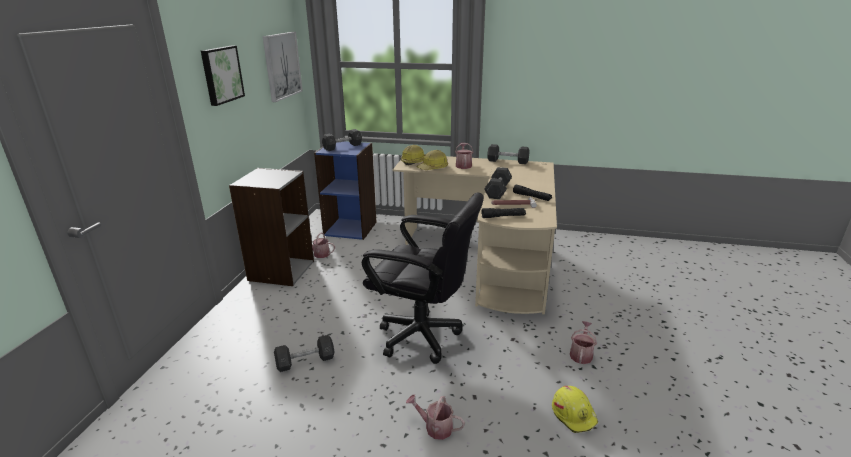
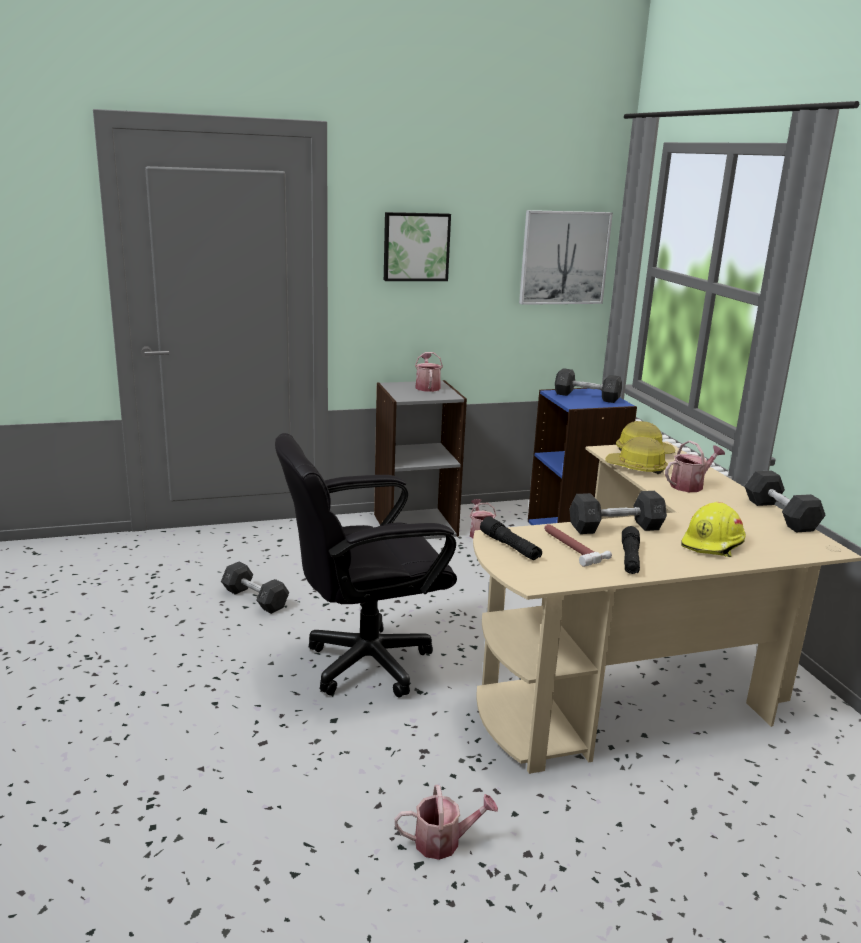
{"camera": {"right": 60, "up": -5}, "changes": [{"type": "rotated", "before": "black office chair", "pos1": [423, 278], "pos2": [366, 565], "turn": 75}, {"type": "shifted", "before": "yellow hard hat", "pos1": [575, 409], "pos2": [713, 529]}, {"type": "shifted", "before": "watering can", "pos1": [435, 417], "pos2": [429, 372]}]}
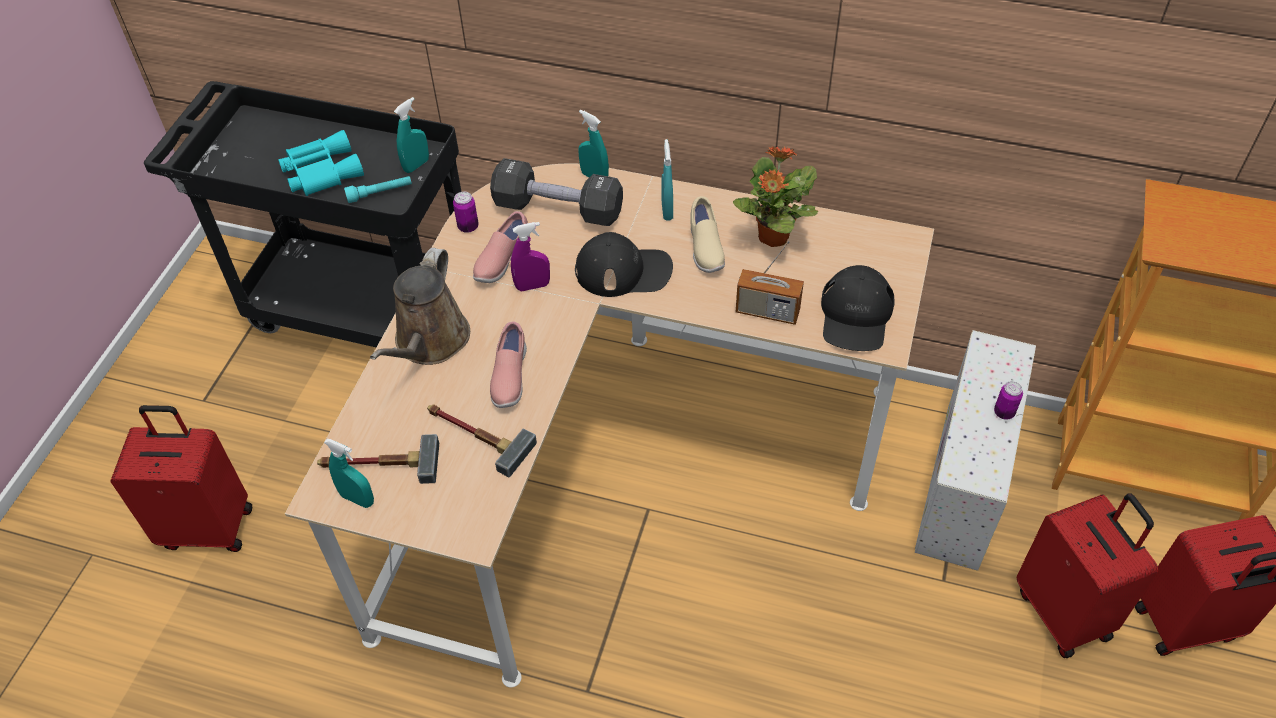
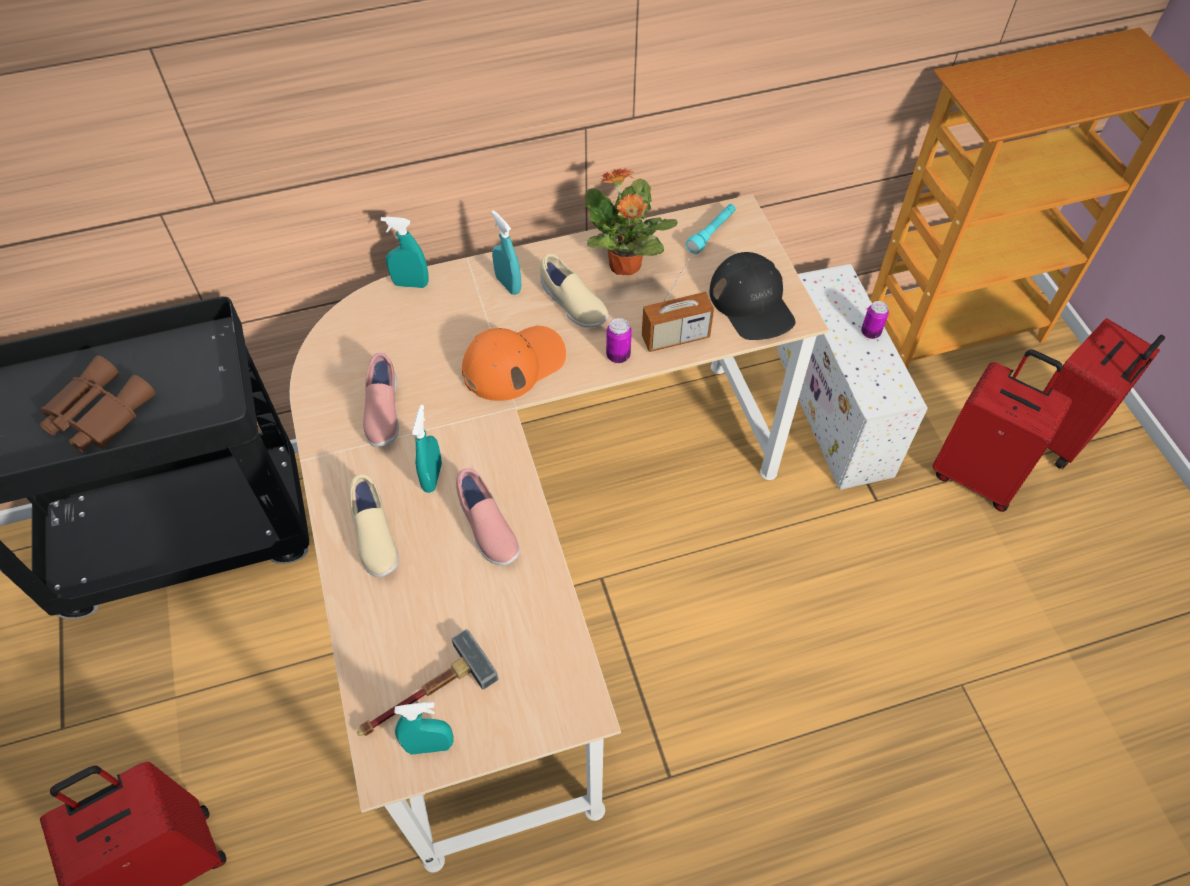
{"camera": {"right": -35, "up": 5}, "changes": [{"type": "shifted", "before": "turquoise spray bottle", "pos1": [411, 135], "pos2": [427, 449]}, {"type": "repainted", "before": "turquoise binoculars", "after": "brown binoculars", "pos1": [321, 163], "pos2": [97, 403]}, {"type": "gone", "before": "black dumbbell", "pos1": [556, 192]}, {"type": "shifted", "before": "turquoise flashlight", "pos1": [378, 189], "pos2": [711, 229]}, {"type": "shifted", "before": "can", "pos1": [466, 212], "pos2": [619, 340]}, {"type": "gone", "before": "purple spray bottle", "pos1": [530, 256]}, {"type": "repainted", "before": "black cap", "after": "orange cap", "pos1": [624, 264], "pos2": [514, 363]}, {"type": "swapped", "before": "brown watering can", "after": "beige shoe", "pos1": [420, 306], "pos2": [374, 525]}, {"type": "gone", "before": "hammer", "pos1": [482, 440]}]}
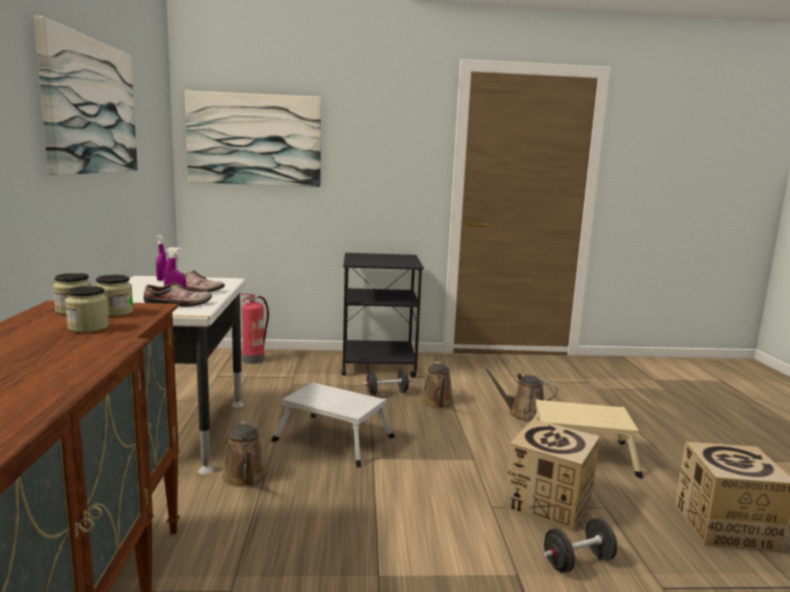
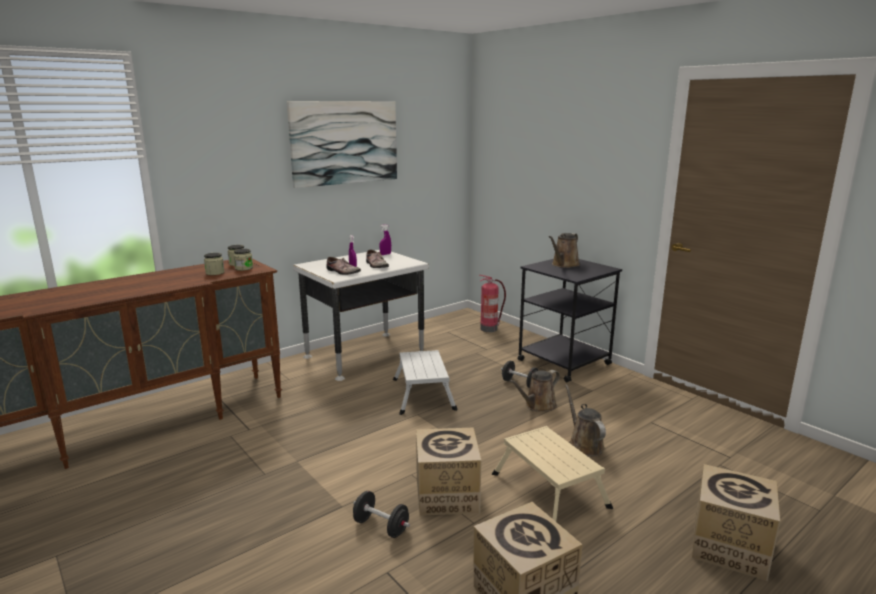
{"camera": {"right": 55, "up": 5}, "changes": [{"type": "gone", "before": "picture", "pos1": [253, 138]}, {"type": "shifted", "before": "brown watering can", "pos1": [245, 453], "pos2": [564, 250]}, {"type": "new", "after": "cardboard box", "pos2": [736, 522]}]}
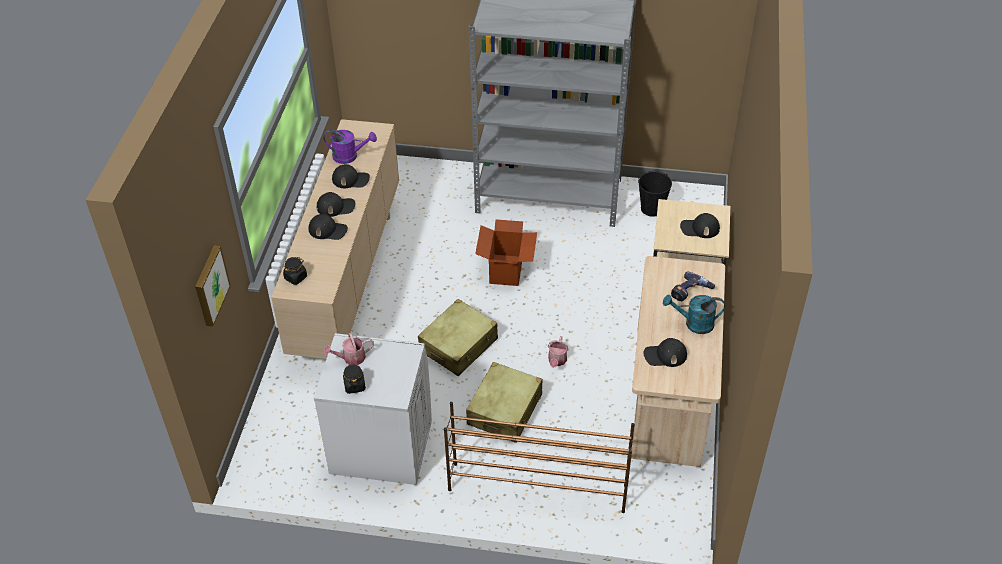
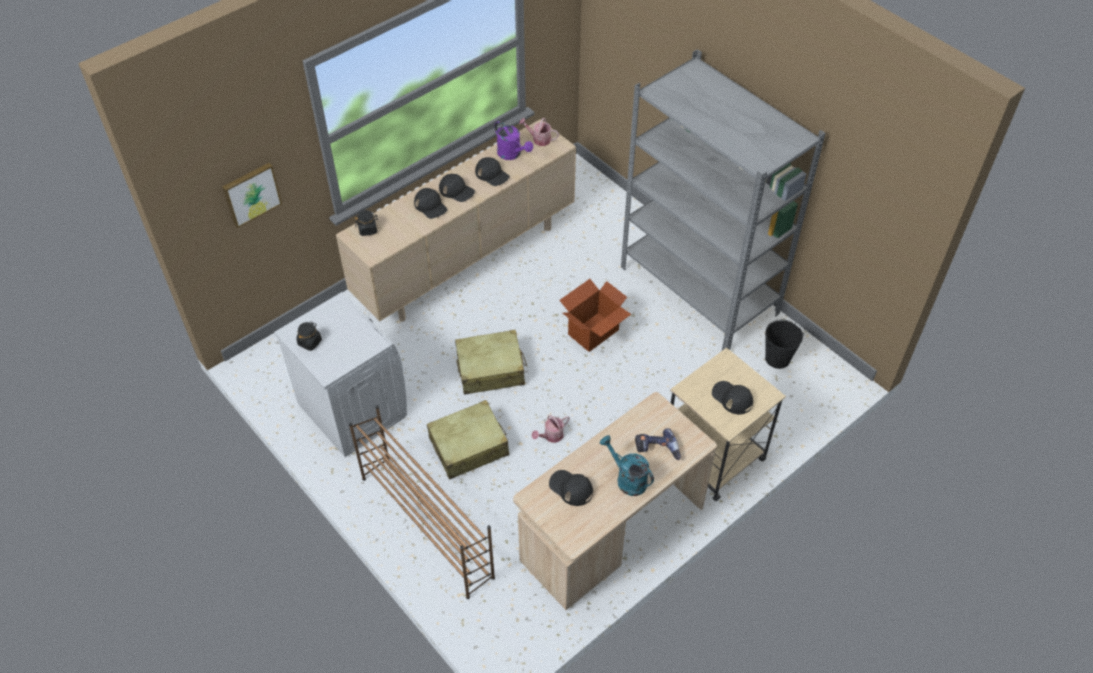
{"camera": {"right": 40, "up": 5}, "changes": [{"type": "shifted", "before": "watering can", "pos1": [349, 349], "pos2": [539, 132]}]}
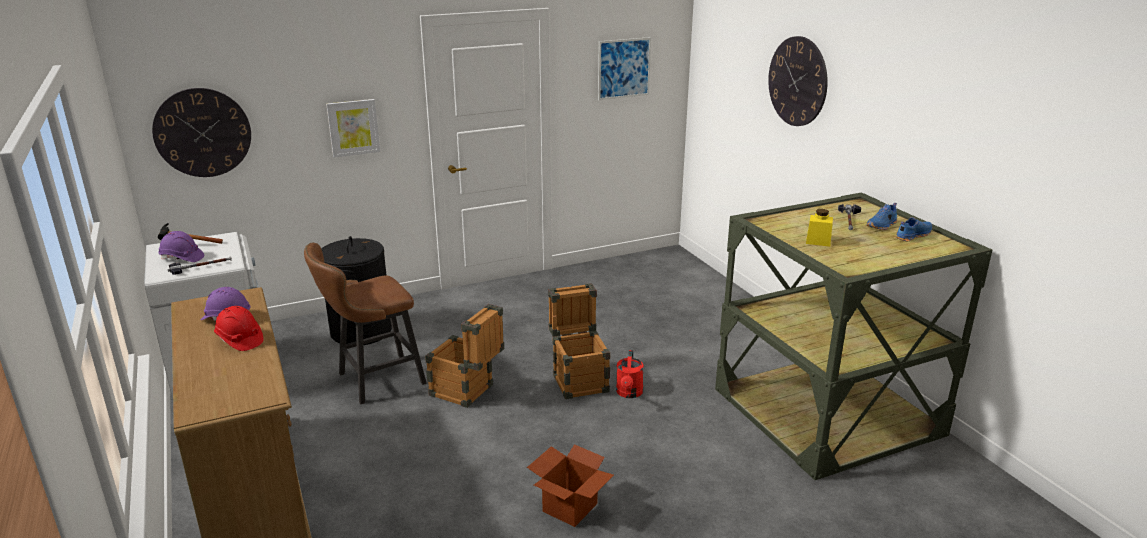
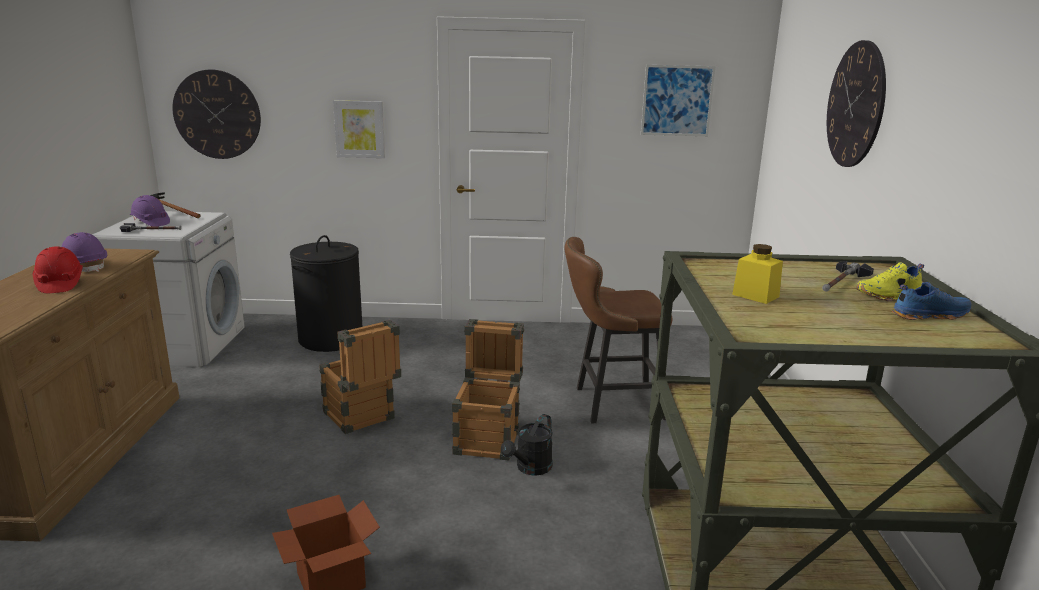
{"camera": {"right": 25, "up": -5}, "changes": [{"type": "repainted", "before": "blue shoe", "after": "yellow shoe", "pos1": [882, 216], "pos2": [890, 281]}, {"type": "shifted", "before": "brown stool", "pos1": [365, 323], "pos2": [618, 330]}, {"type": "repainted", "before": "red watering can", "after": "black watering can", "pos1": [630, 374], "pos2": [527, 445]}]}
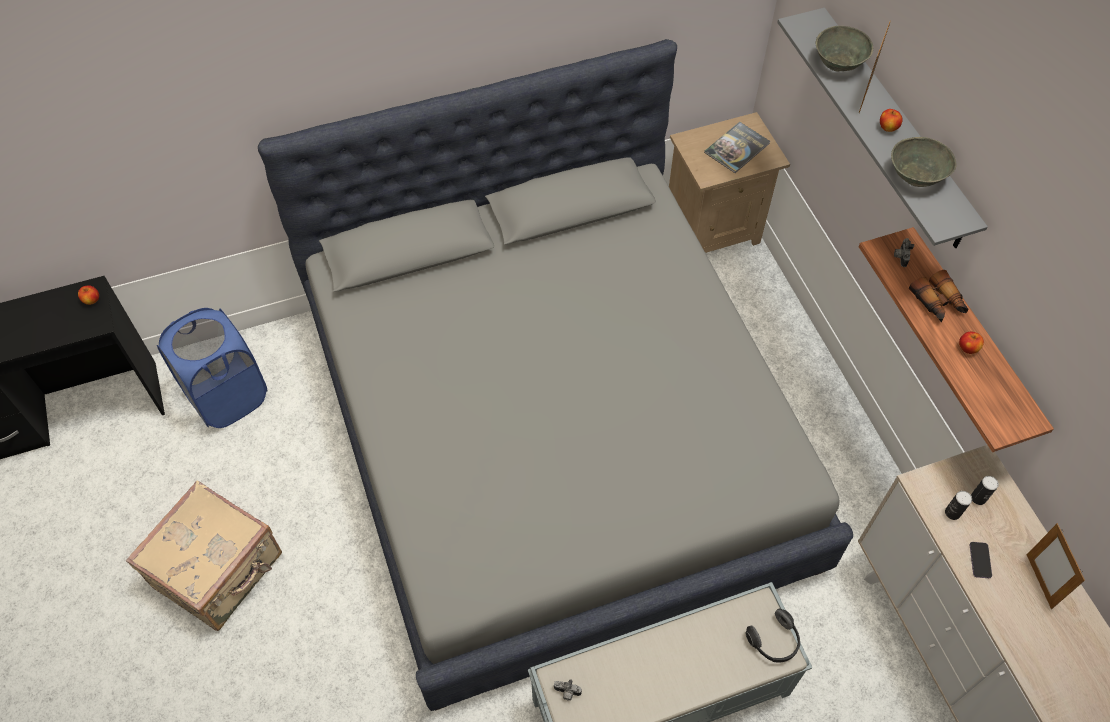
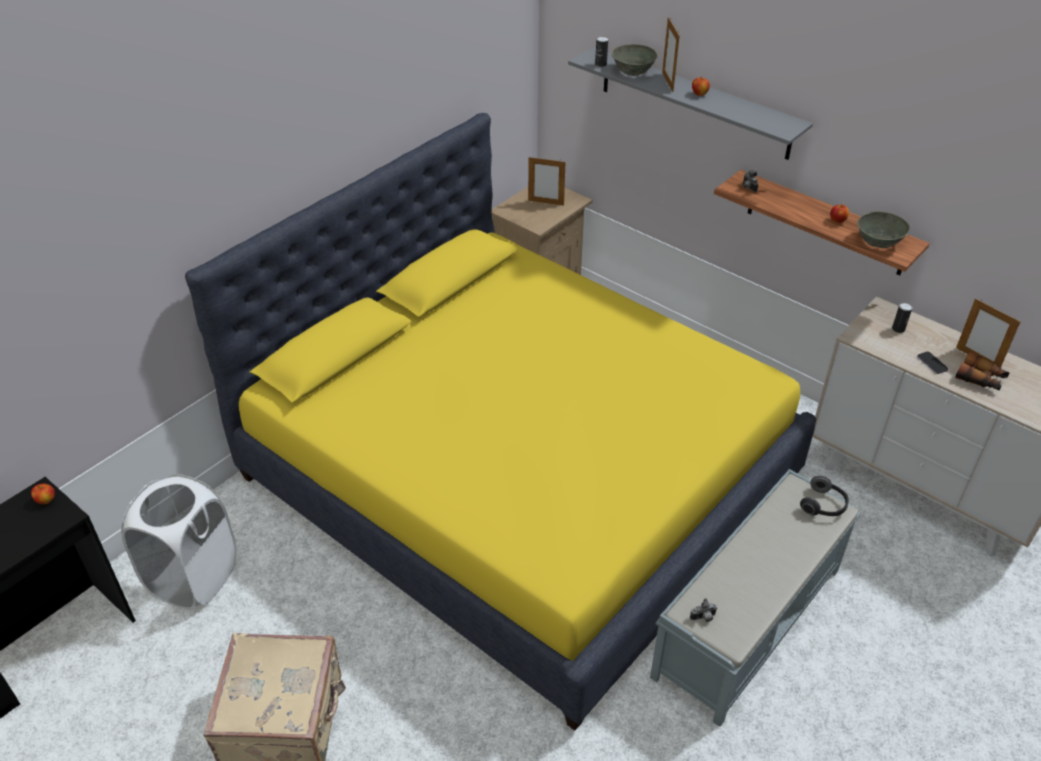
{"camera": {"right": -30, "up": -15}, "changes": [{"type": "repainted", "before": "grey bed", "after": "yellow bed", "pos1": [555, 375], "pos2": [500, 422]}, {"type": "swapped", "before": "book", "after": "picture frame", "pos1": [737, 147], "pos2": [546, 181]}, {"type": "shifted", "before": "grey bowl", "pos1": [924, 162], "pos2": [883, 229]}, {"type": "shifted", "before": "binoculars", "pos1": [939, 296], "pos2": [982, 371]}, {"type": "repainted", "before": "blue laundry basket", "after": "white laundry basket", "pos1": [212, 368], "pos2": [179, 542]}, {"type": "shifted", "before": "can", "pos1": [958, 505], "pos2": [601, 51]}]}
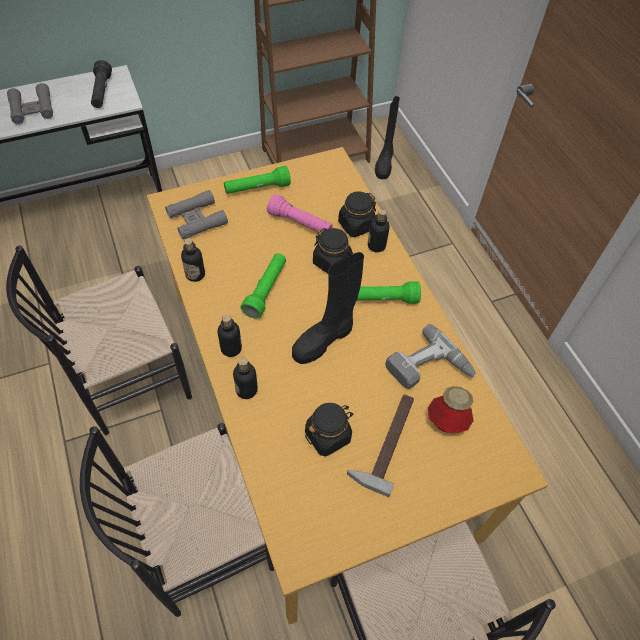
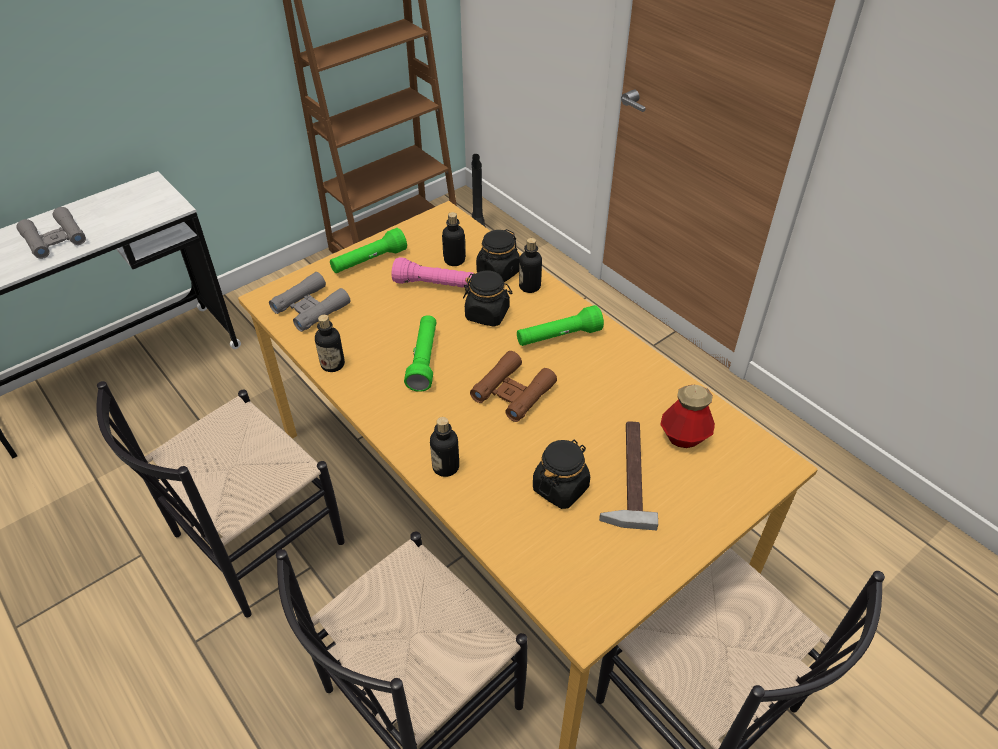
{"camera": {"right": -15, "up": -10}, "changes": [{"type": "gone", "before": "black flashlight", "pos1": [101, 84]}, {"type": "swapped", "before": "black boot", "after": "brown binoculars", "pos1": [328, 308], "pos2": [513, 386]}, {"type": "shifted", "before": "bottle", "pos1": [230, 335], "pos2": [454, 239]}, {"type": "gone", "before": "power drill", "pos1": [430, 356]}]}
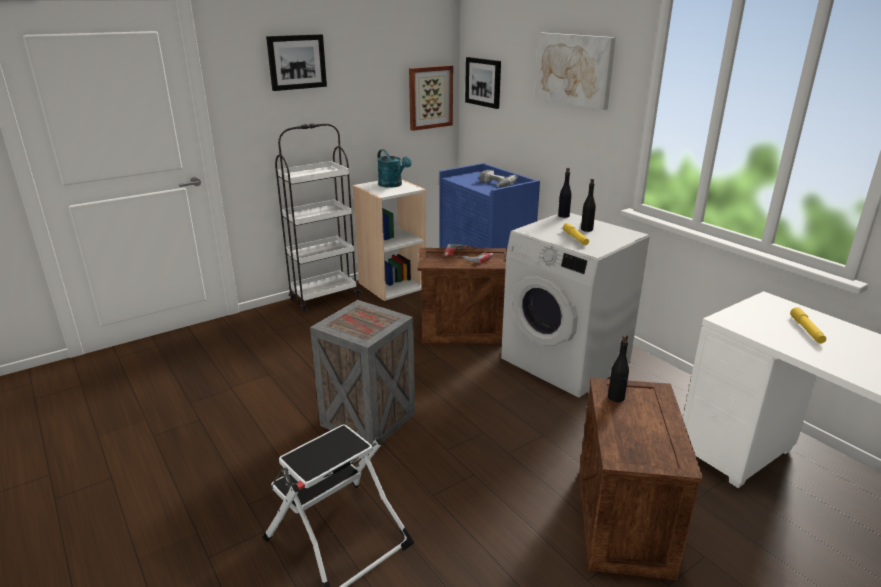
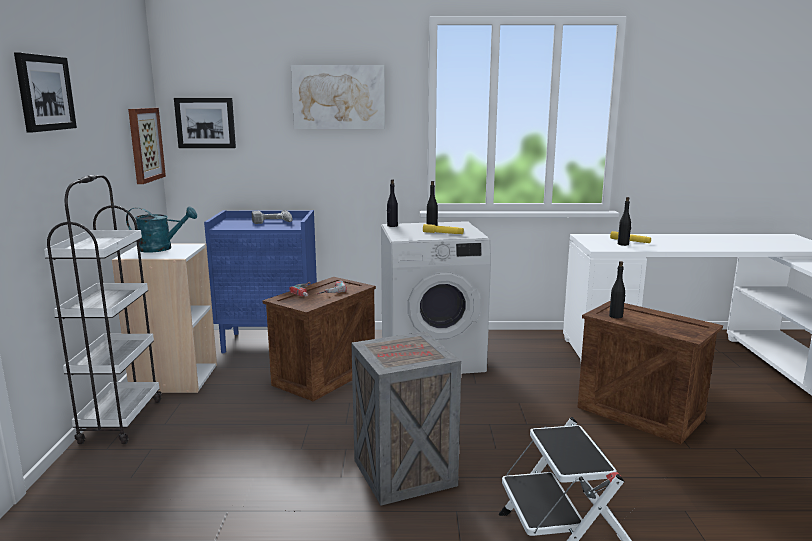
{"camera": {"right": -55, "up": -10}, "changes": [{"type": "new", "after": "black bottle", "pos2": [624, 221]}]}
